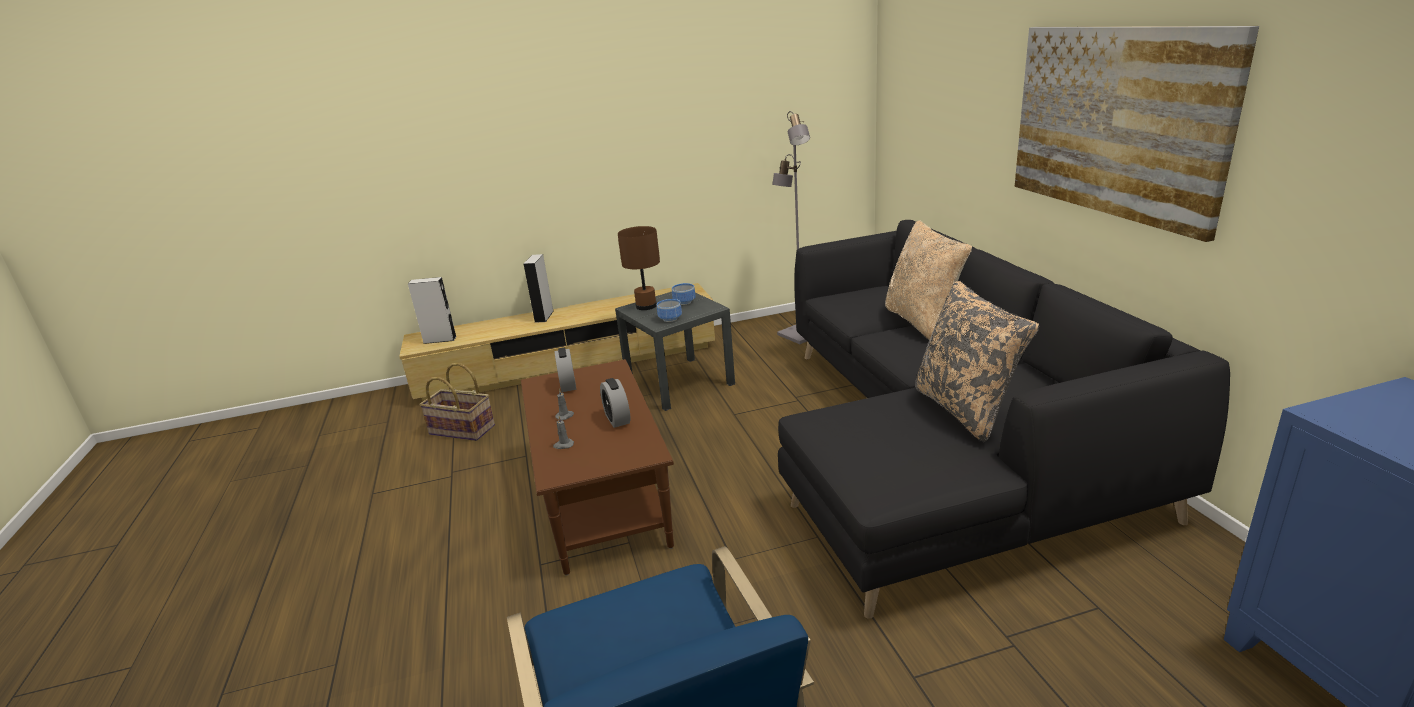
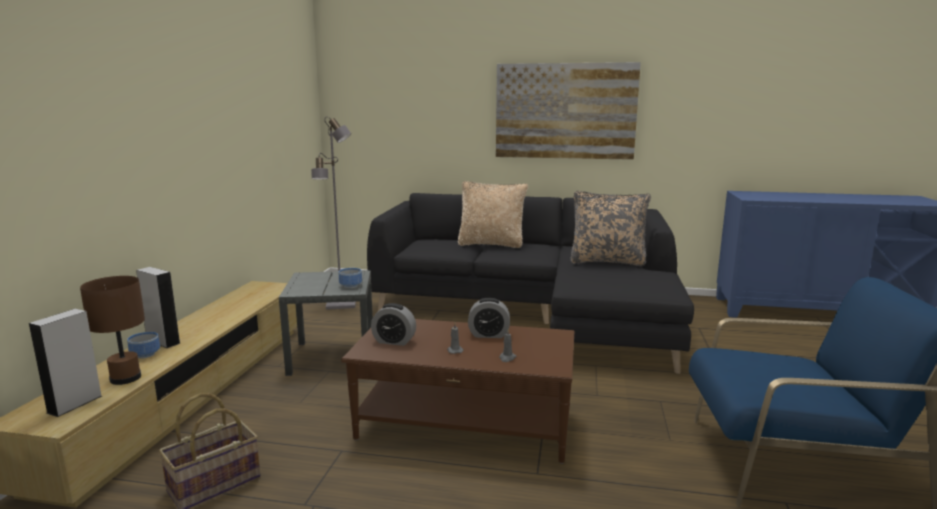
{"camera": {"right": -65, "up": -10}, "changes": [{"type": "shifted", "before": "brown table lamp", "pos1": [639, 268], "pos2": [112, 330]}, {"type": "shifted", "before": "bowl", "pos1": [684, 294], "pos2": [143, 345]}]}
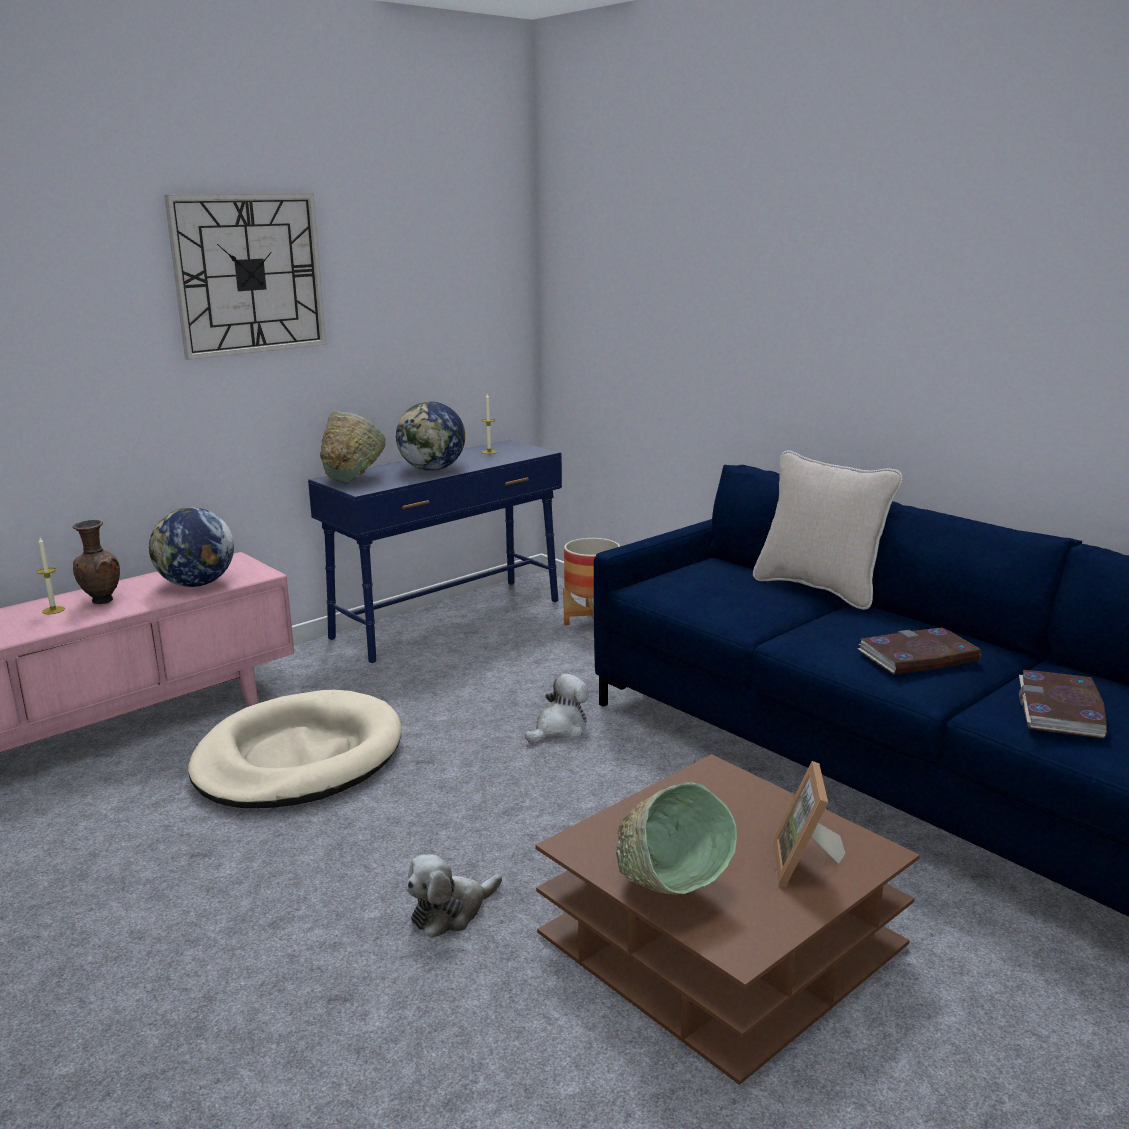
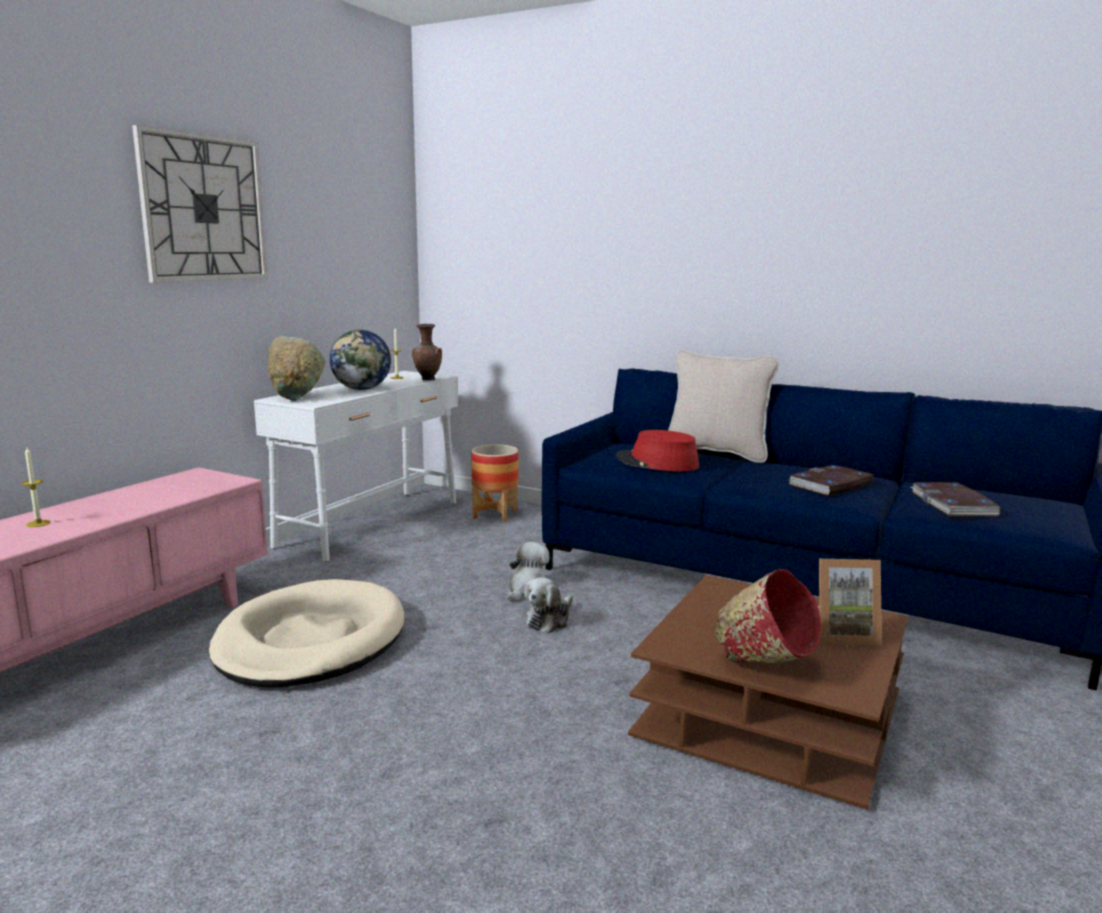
{"camera": {"right": -20, "up": -5}, "changes": [{"type": "repainted", "before": "blue console table", "after": "white console table", "pos1": [435, 551], "pos2": [356, 466]}, {"type": "gone", "before": "globe", "pos1": [191, 547]}, {"type": "shifted", "before": "brown vase", "pos1": [96, 562], "pos2": [427, 352]}, {"type": "rotated", "before": "picture frame", "pos1": [808, 824], "pos2": [850, 602], "turn": -75}, {"type": "repainted", "before": "green bowl", "after": "red bowl", "pos1": [676, 838], "pos2": [767, 616]}, {"type": "shifted", "before": "plush toy", "pos1": [454, 896], "pos2": [548, 605]}, {"type": "new", "after": "red hat", "pos2": [657, 450]}]}
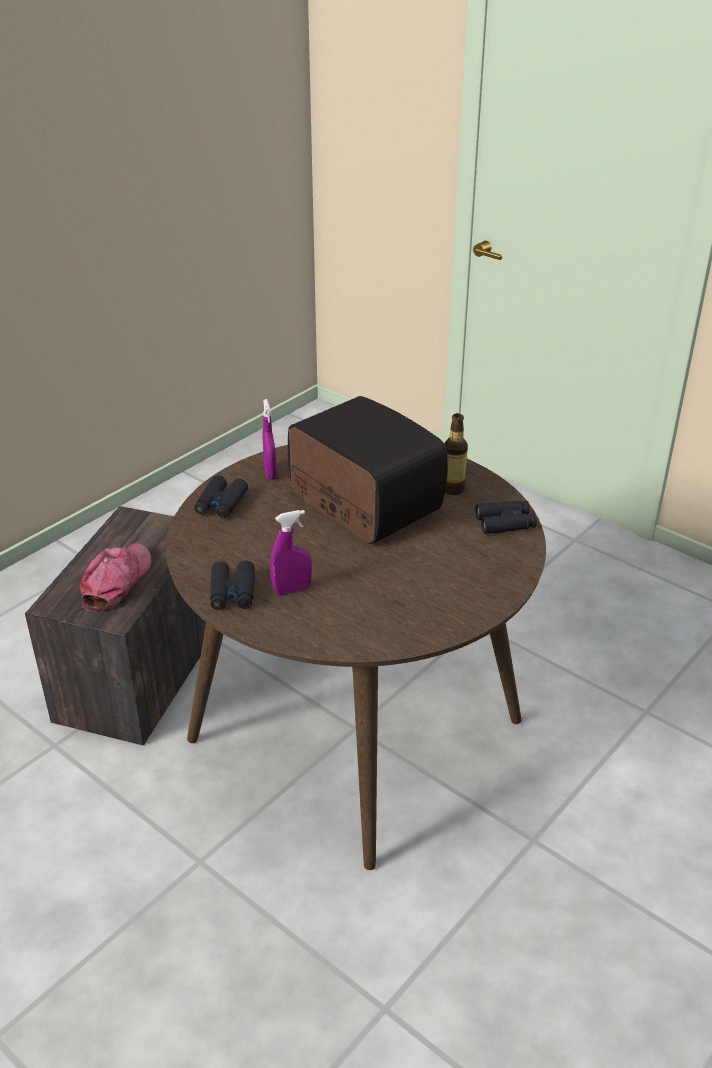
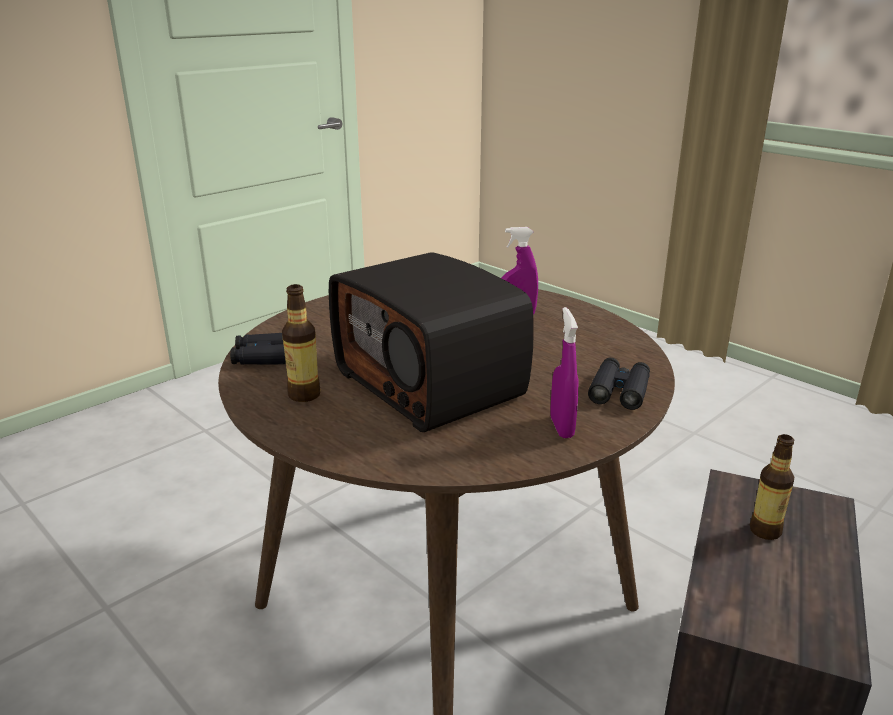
{"camera": {"right": -175, "up": -10}, "changes": [{"type": "swapped", "before": "cap", "after": "bottle", "pos1": [115, 577], "pos2": [772, 487]}, {"type": "gone", "before": "black binoculars", "pos1": [232, 585]}]}
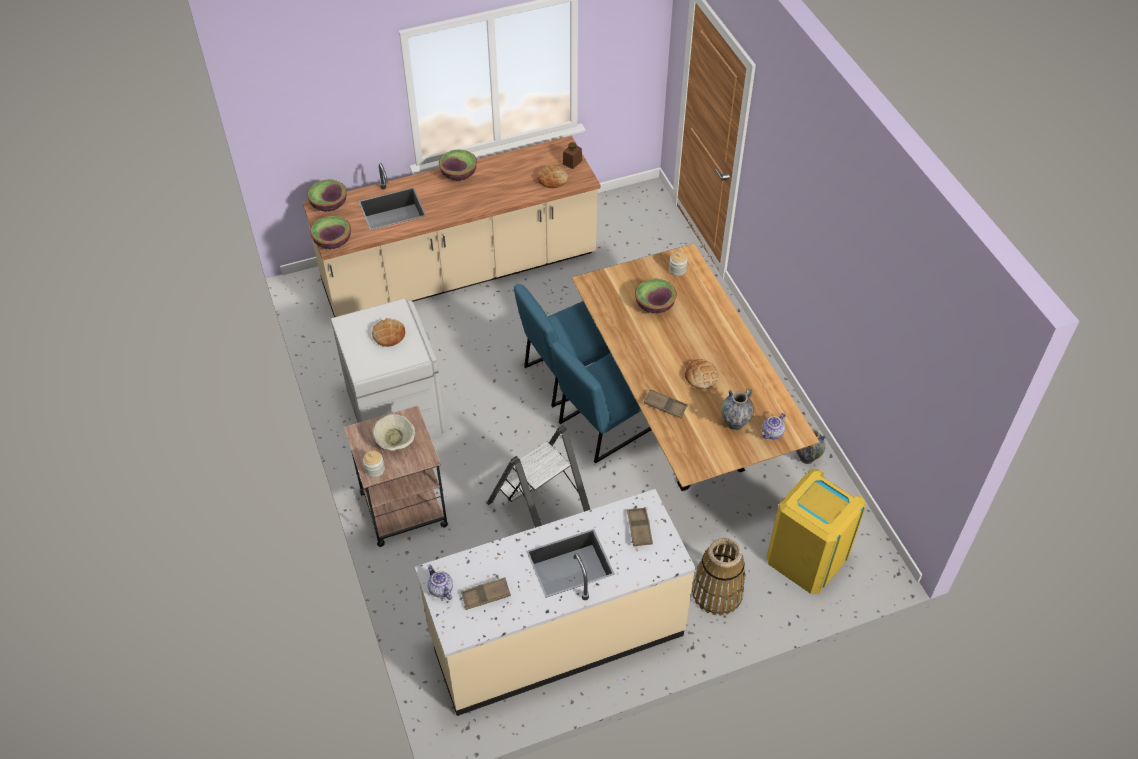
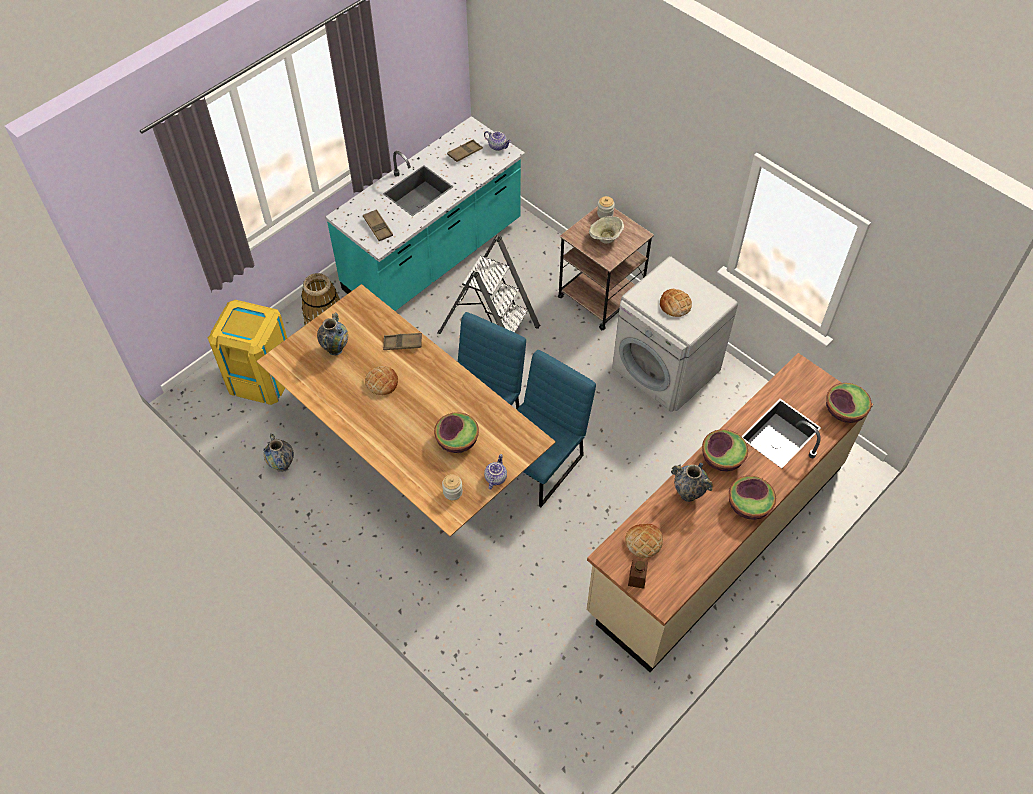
{"camera": {"right": 155, "up": 5}, "changes": [{"type": "shifted", "before": "bowl", "pos1": [330, 232], "pos2": [725, 450]}, {"type": "shifted", "before": "teapot", "pos1": [774, 426], "pos2": [495, 471]}, {"type": "repainted", "before": "beige counter", "after": "turquoise counter", "pos1": [555, 602], "pos2": [425, 213]}, {"type": "new", "after": "vase", "pos2": [692, 482]}]}
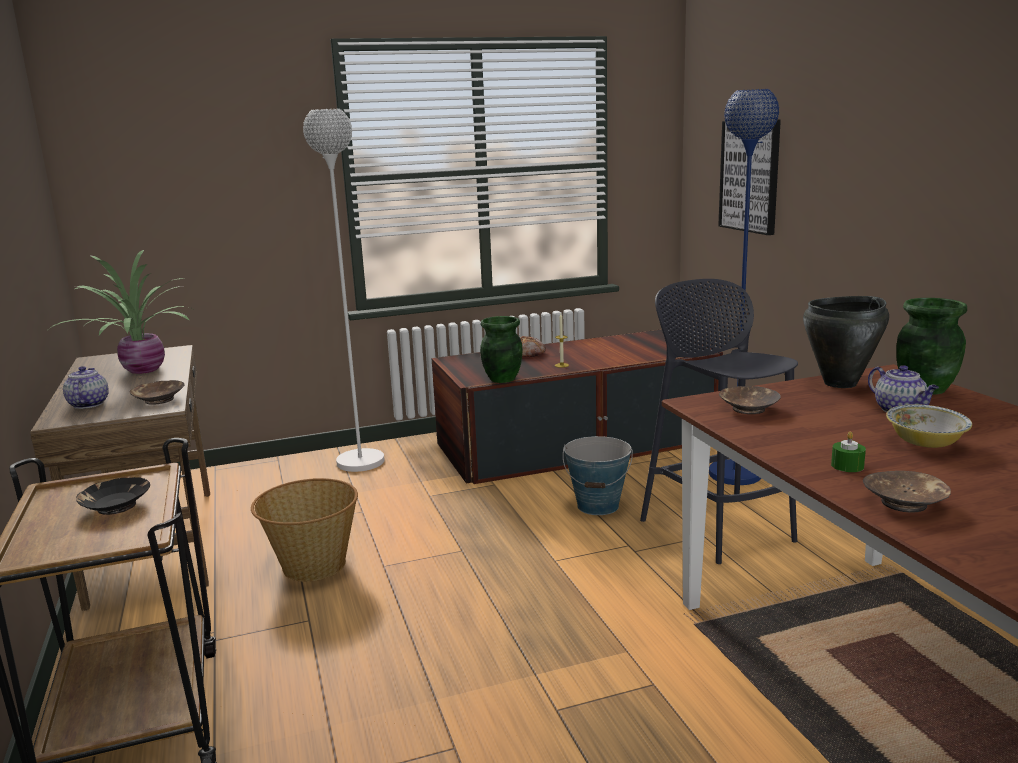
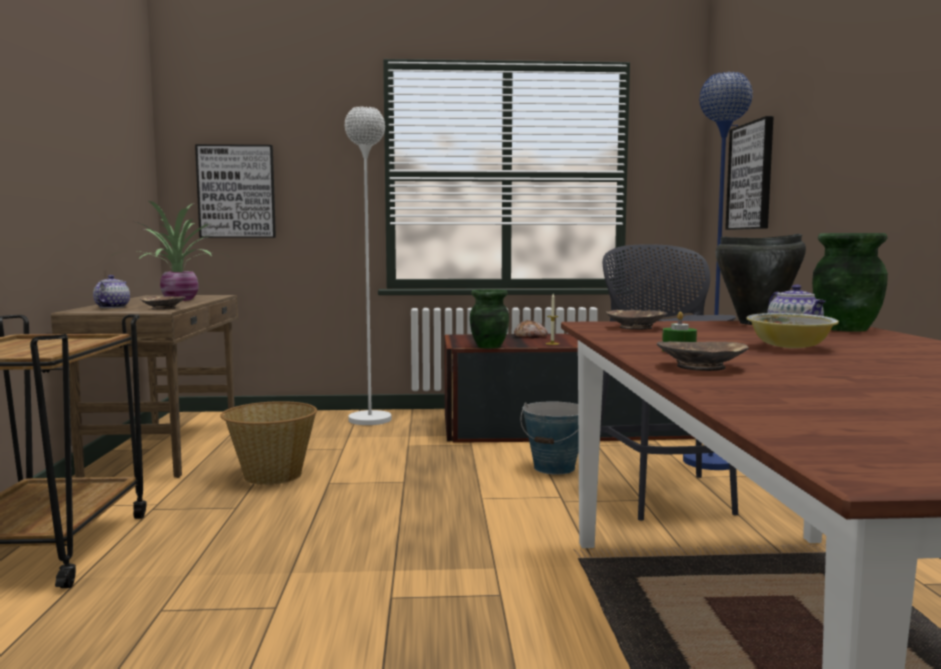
{"camera": {"right": 15, "up": -10}, "changes": [{"type": "gone", "before": "black bowl", "pos1": [113, 496]}, {"type": "new", "after": "picture", "pos2": [235, 191]}]}
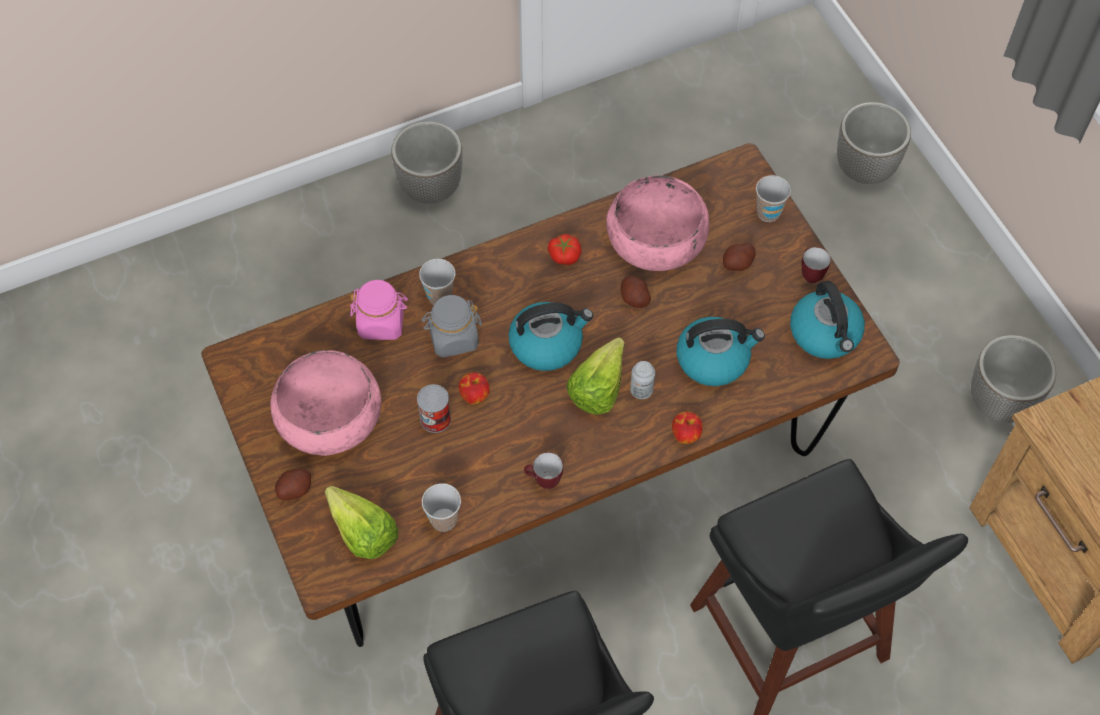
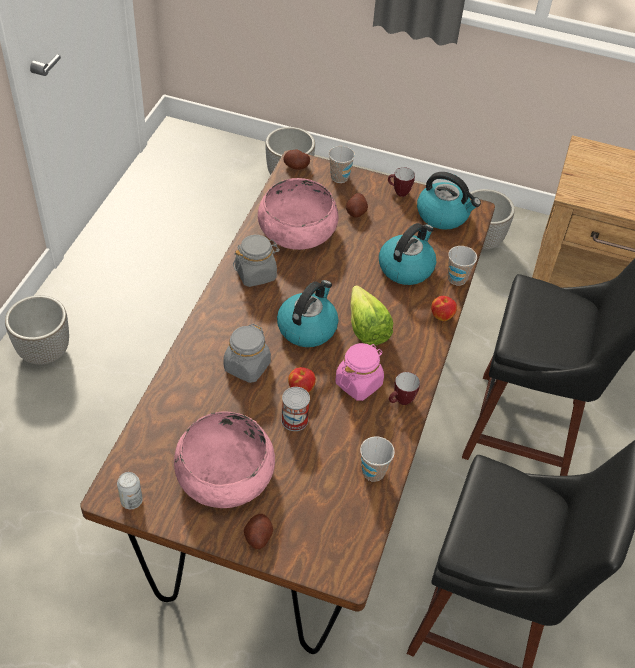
{"camera": {"right": -50, "up": -10}, "changes": [{"type": "swapped", "before": "tomato", "after": "grey jar", "pos1": [564, 249], "pos2": [256, 261]}, {"type": "shifted", "before": "cup", "pos1": [437, 282], "pos2": [462, 266]}, {"type": "shifted", "before": "potato", "pos1": [636, 292], "pos2": [296, 160]}, {"type": "shifted", "before": "pink jar", "pos1": [379, 310], "pos2": [359, 372]}, {"type": "shifted", "before": "can", "pos1": [642, 380], "pos2": [130, 490]}, {"type": "gone", "before": "lettuce", "pos1": [361, 522]}]}
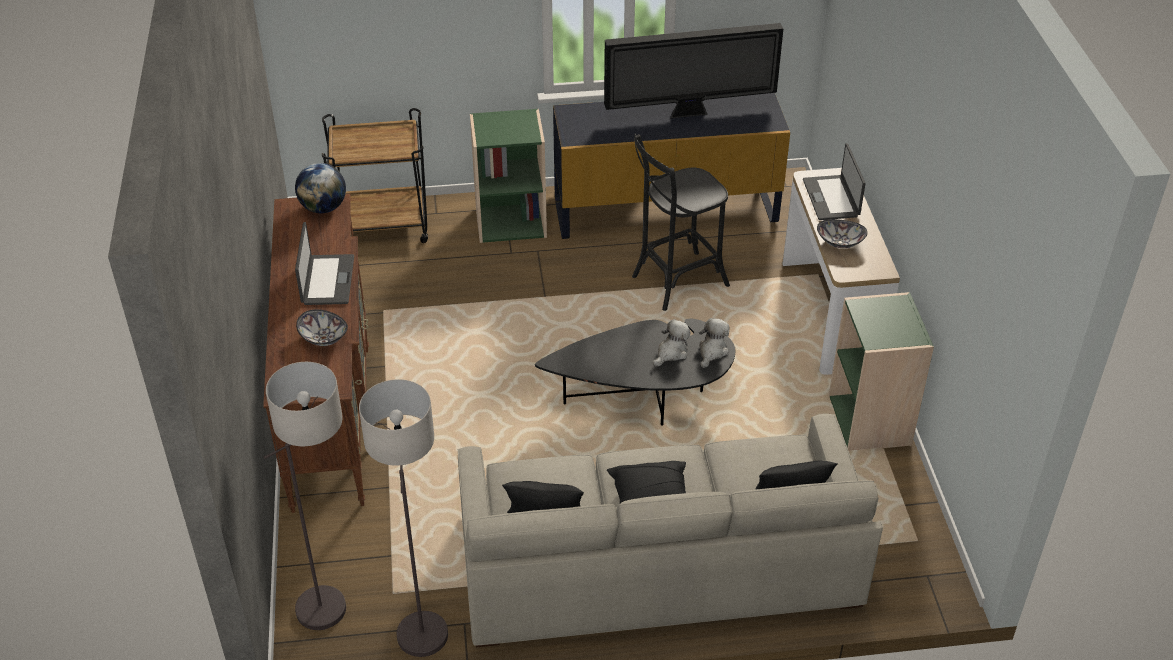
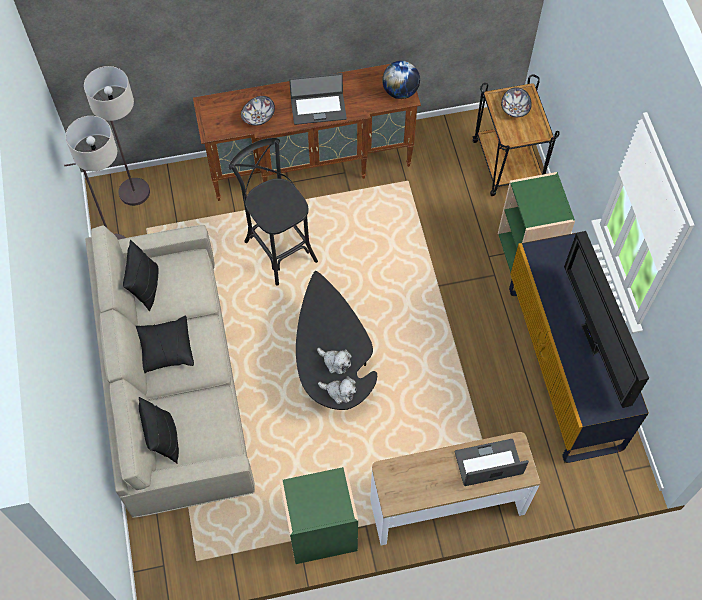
{"camera": {"right": 85, "up": 20}, "changes": [{"type": "shifted", "before": "black stool", "pos1": [681, 222], "pos2": [273, 211]}, {"type": "shifted", "before": "bowl", "pos1": [842, 233], "pos2": [516, 102]}]}
